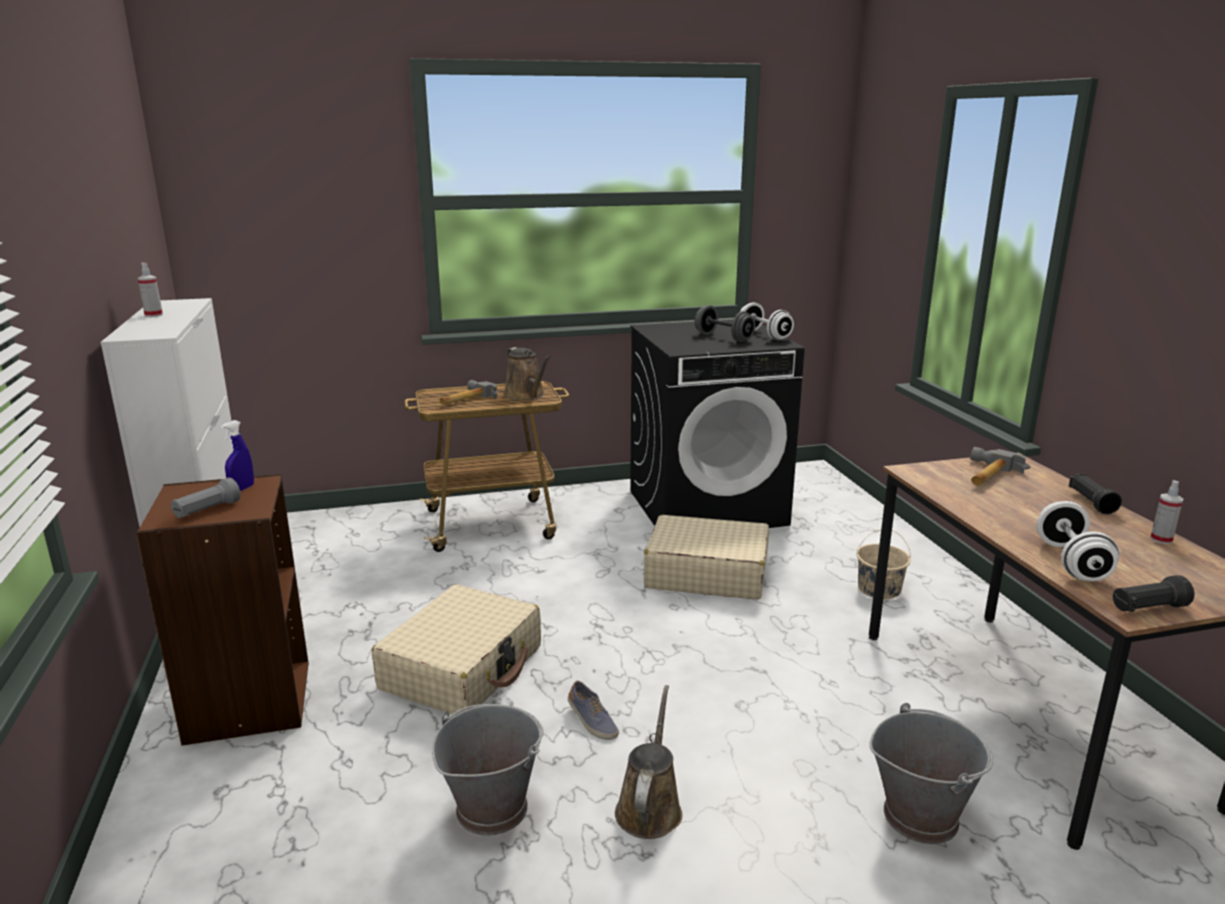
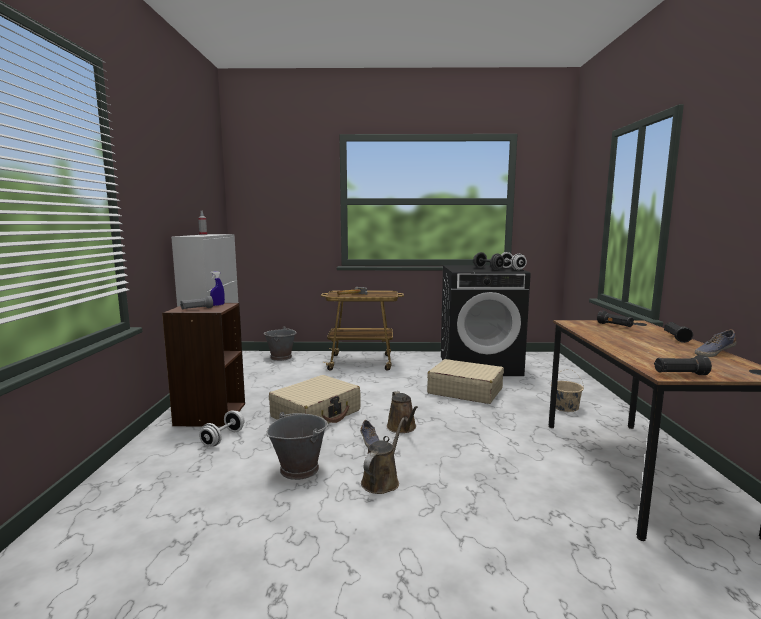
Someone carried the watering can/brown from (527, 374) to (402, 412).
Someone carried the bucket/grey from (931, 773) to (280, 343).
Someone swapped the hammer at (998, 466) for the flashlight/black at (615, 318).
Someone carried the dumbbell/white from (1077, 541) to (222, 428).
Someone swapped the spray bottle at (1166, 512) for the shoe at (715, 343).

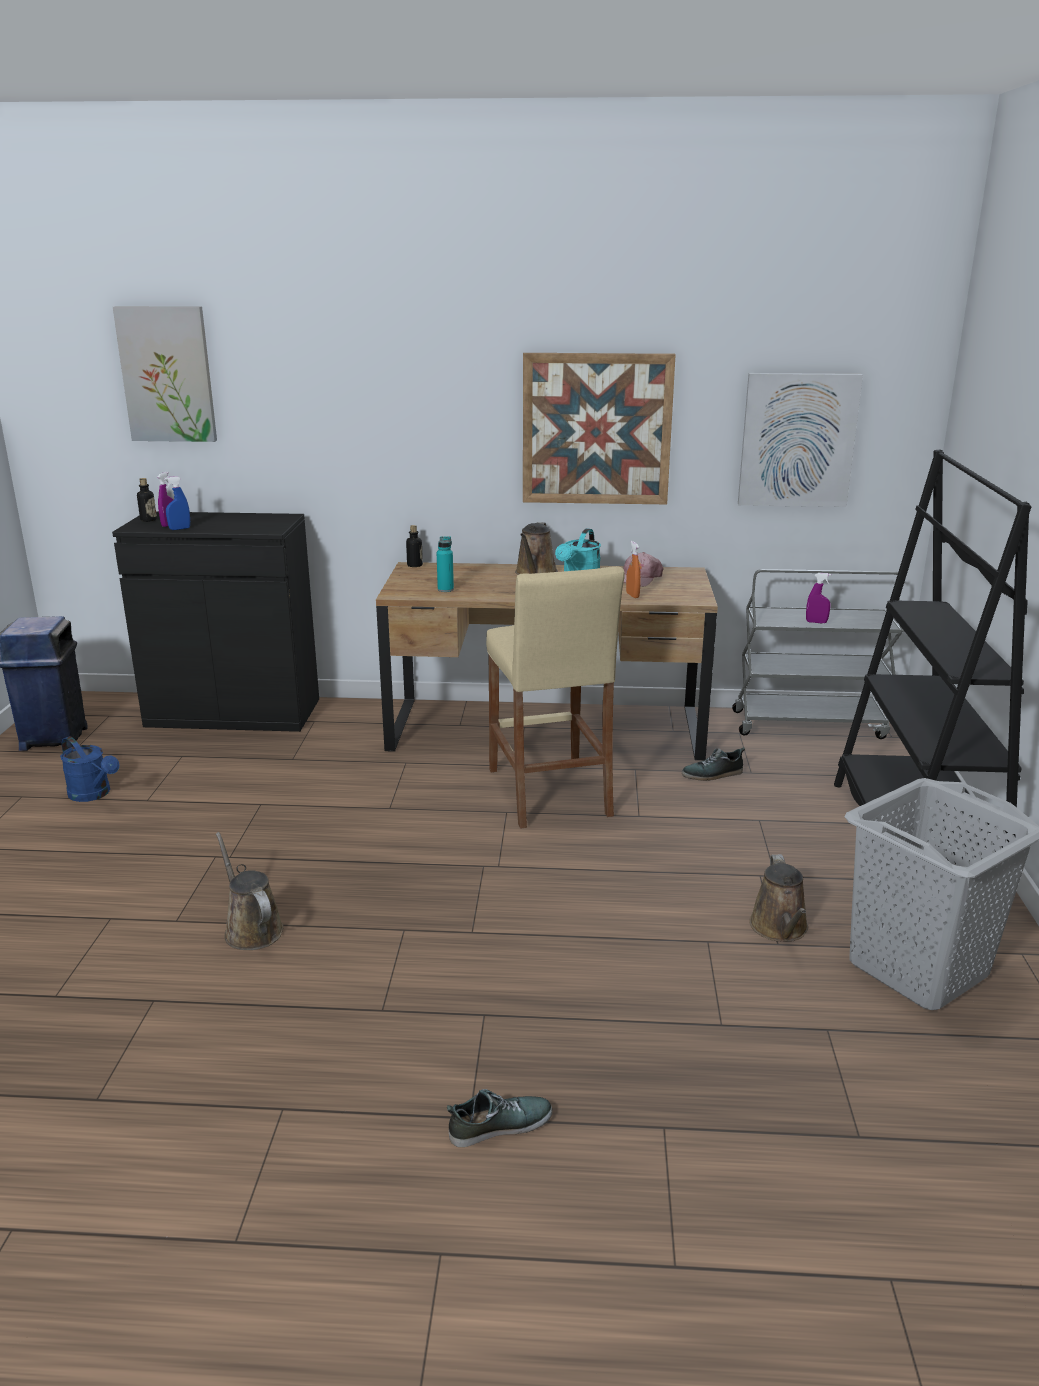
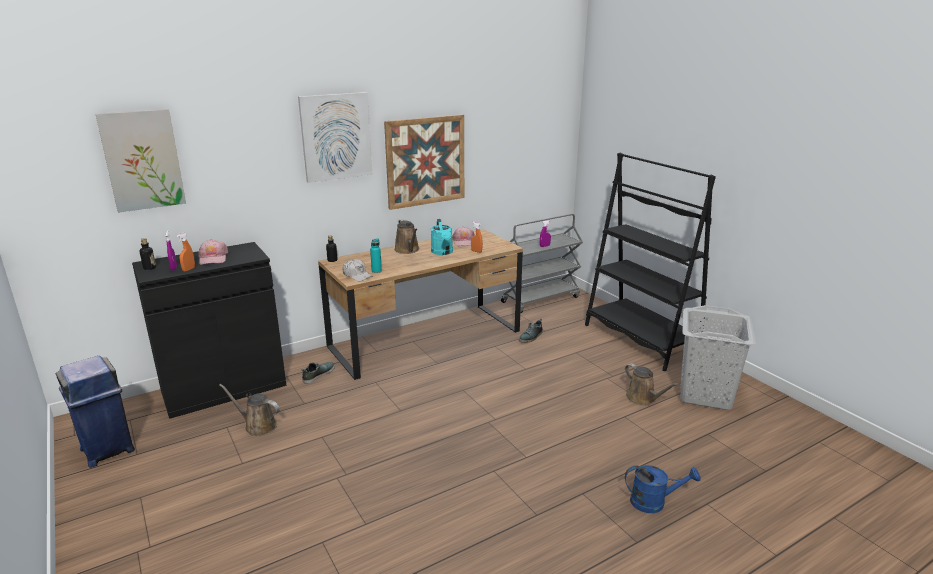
Someone carried the watering can/blue from (89, 769) to (663, 489).
Someone repainted the spray bottle/blue at (177, 503), which became the spray bottle/orange at (186, 252).
Someone carried the watering can/brown from (250, 891) to (249, 410).
Someone carried the shoe from (499, 1118) to (318, 373).
Someone took away the stool/beige at (555, 697).
Someone carried the picture from (800, 440) to (335, 137).
Someone put down the cap/pink at (213, 252).
Someone put down the cap/white at (358, 270).

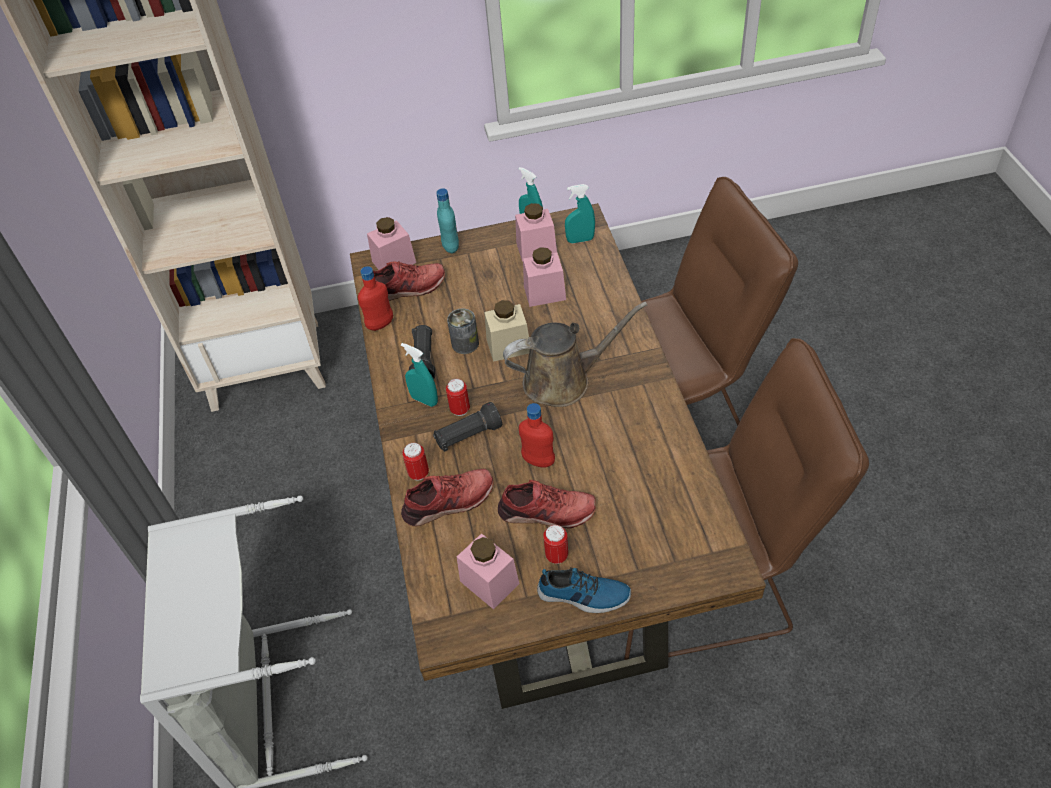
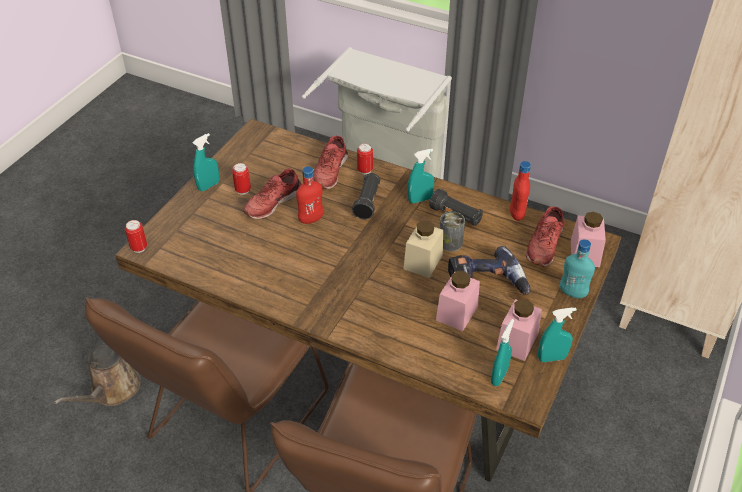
Someone carried the can from (458, 397) to (136, 236).
Someone took away the jar/pink at (488, 571).
Someone carried the watering can/brown from (575, 354) to (97, 374).
Someone swapped the shoe at (584, 590) for the spray bottle/turquoise at (206, 162).
Someone put down the power drill at (489, 270).

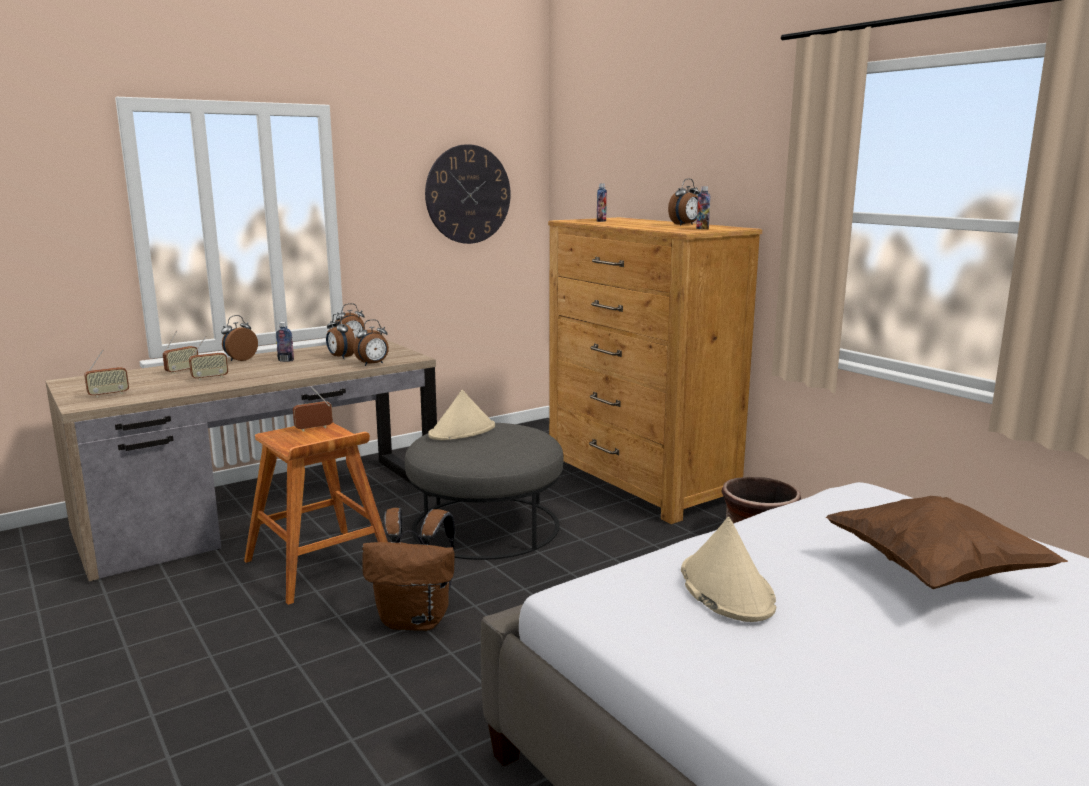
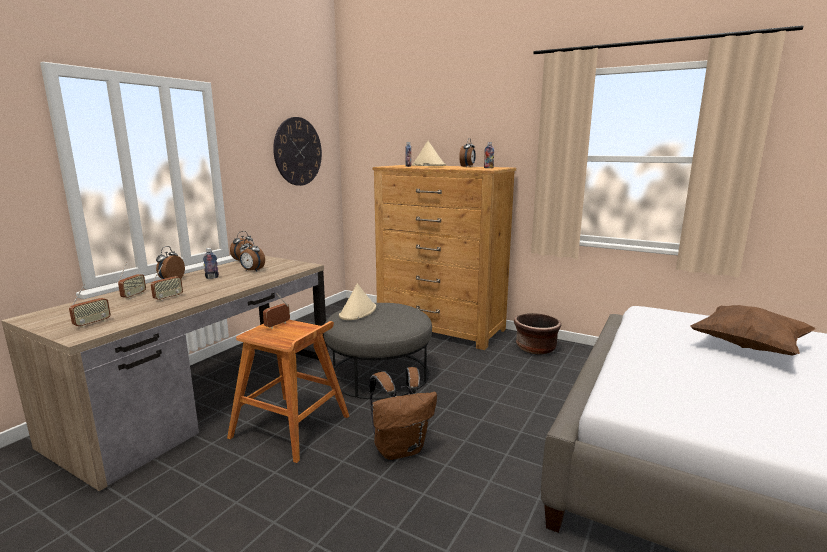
Someone took away the alarm clock at (371, 342).
Someone carried the hat/beige from (728, 569) to (429, 153).

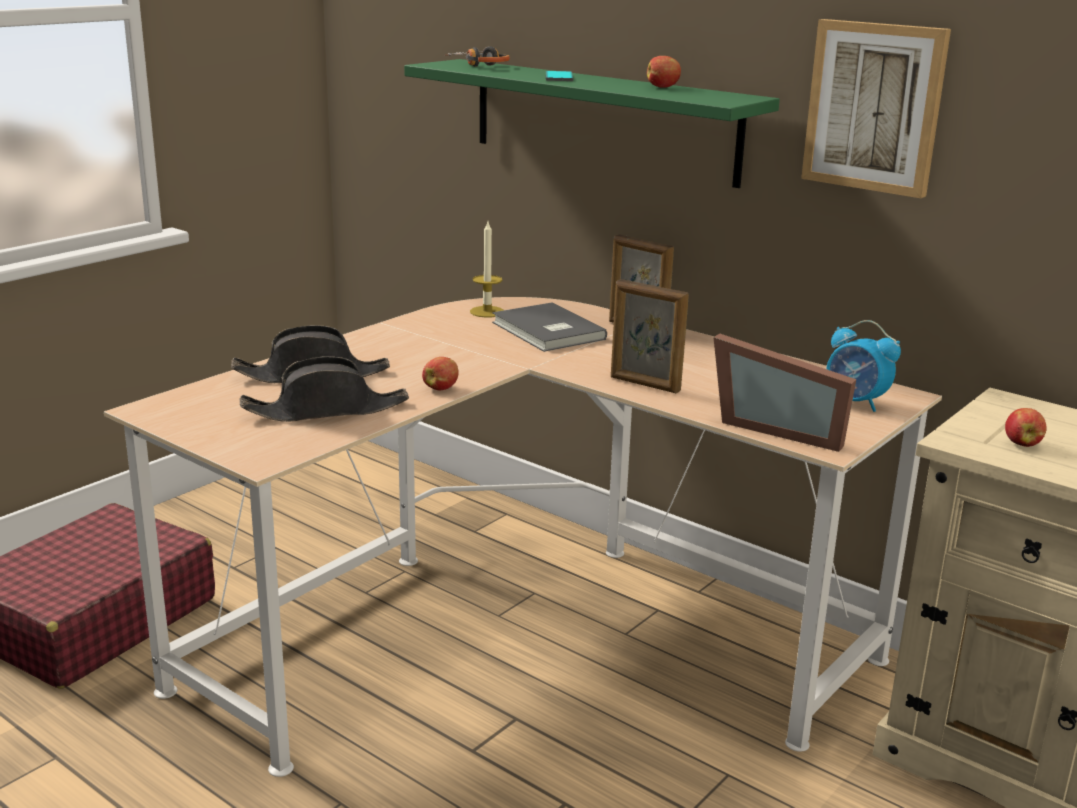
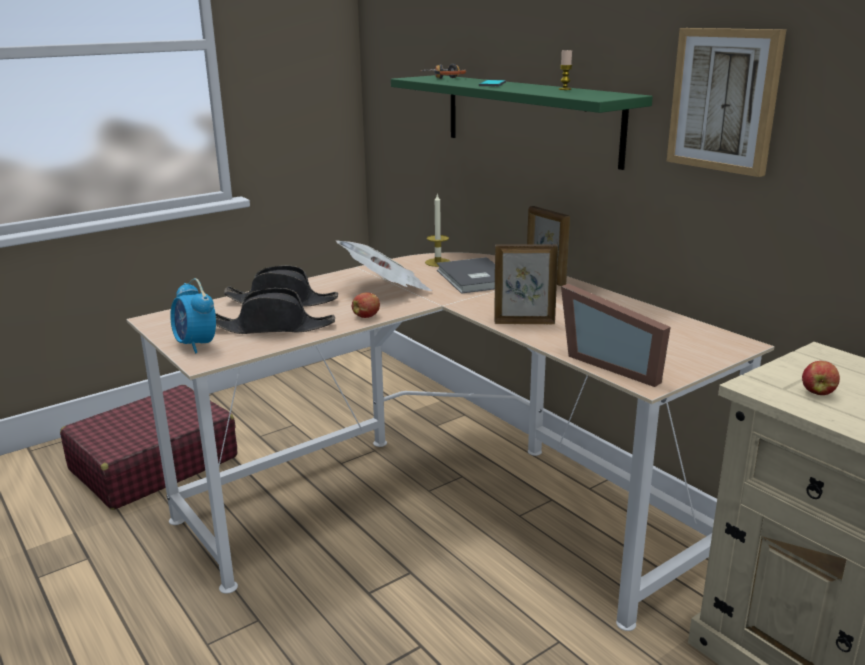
Someone rotated the picture frame at (650, 336) by 135 degrees clockwise.
Someone swapped the apple at (664, 72) for the candle at (565, 70).
Someone carried the alarm clock from (864, 366) to (193, 316).
Someone put down the newspaper at (384, 266).

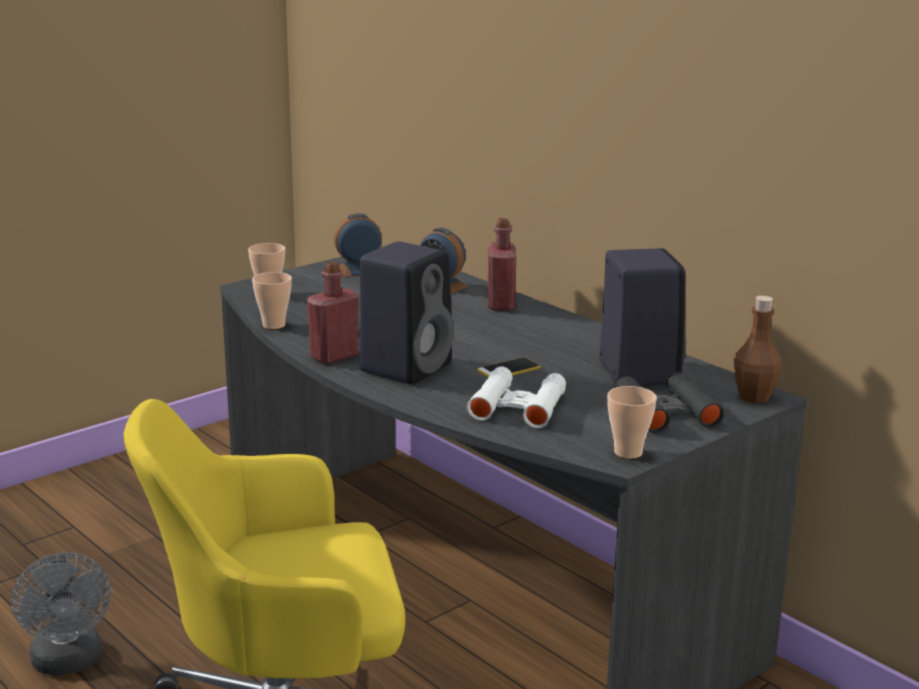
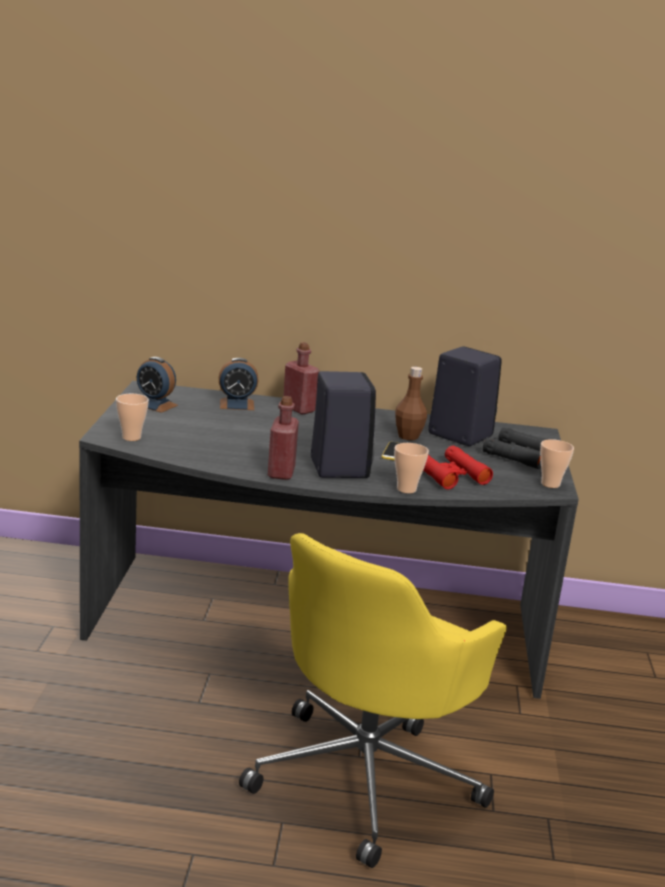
Someone took away the fan/grey at (61, 614).
Someone carried the cup from (272, 300) to (411, 468).
Someone rotated the alarm clock at (358, 245) by 90 degrees counterclockwise.
Someone repainted the binoculars/white at (516, 397), which became the binoculars/red at (458, 467).
Someone carried the bottle/brown from (758, 349) to (411, 403).

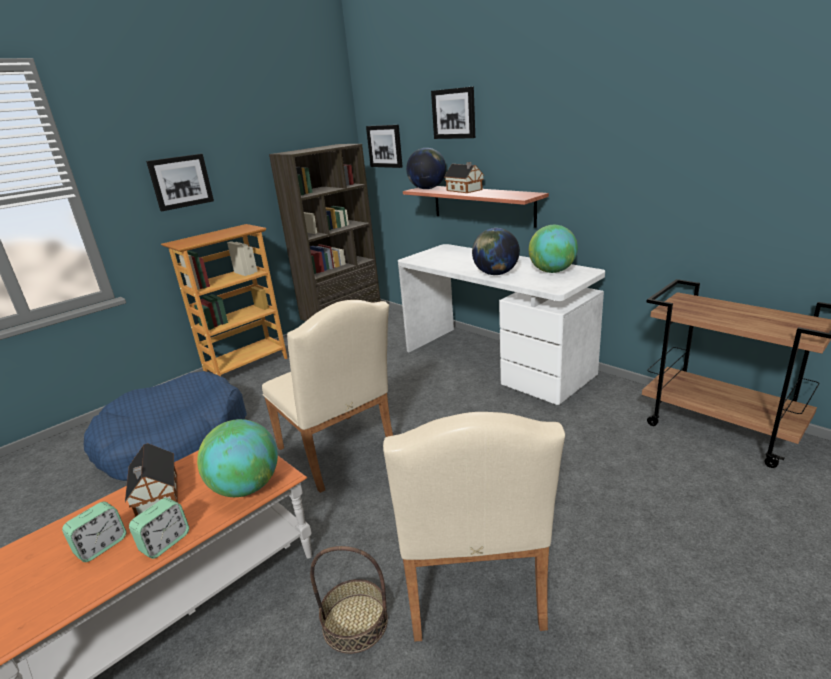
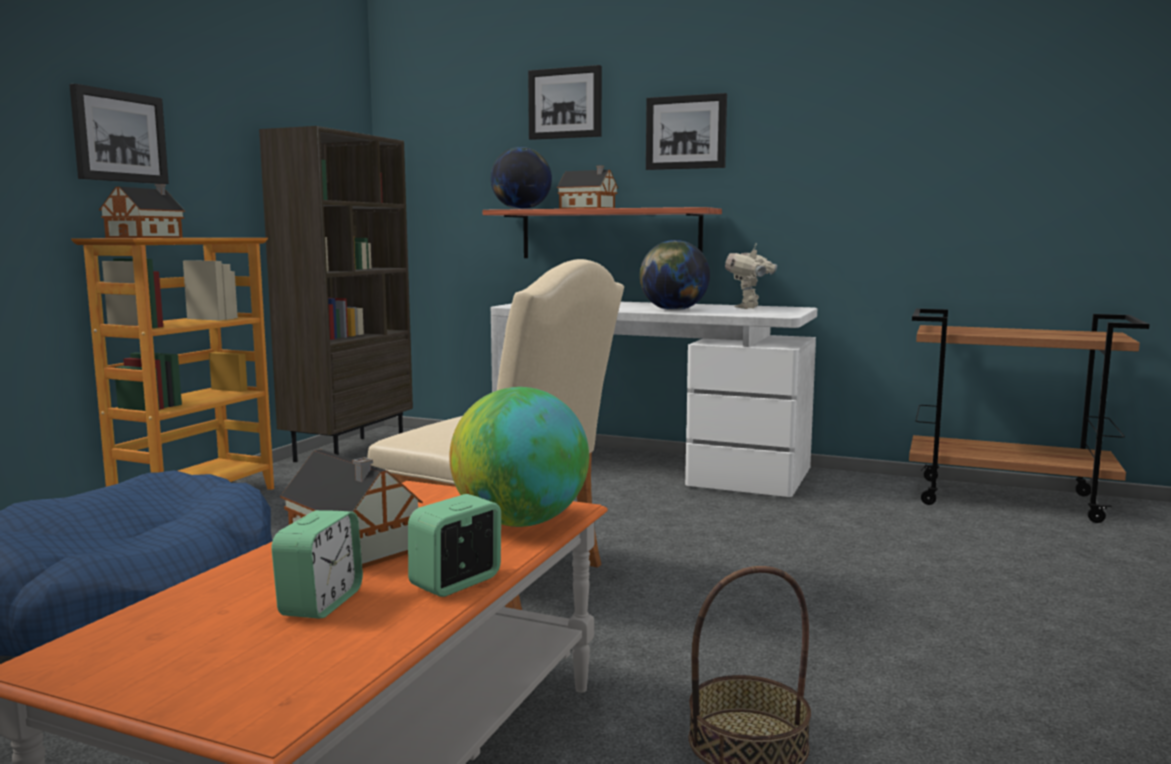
Someone rotated the alarm clock at (159, 528) by 150 degrees counterclockwise.
Someone carried the picture from (384, 146) to (686, 131).
Someone took away the chair/beige at (474, 526).
Someone swapped the globe at (553, 249) for the toy robot at (751, 276).
Someone put down the toy house at (142, 211).

